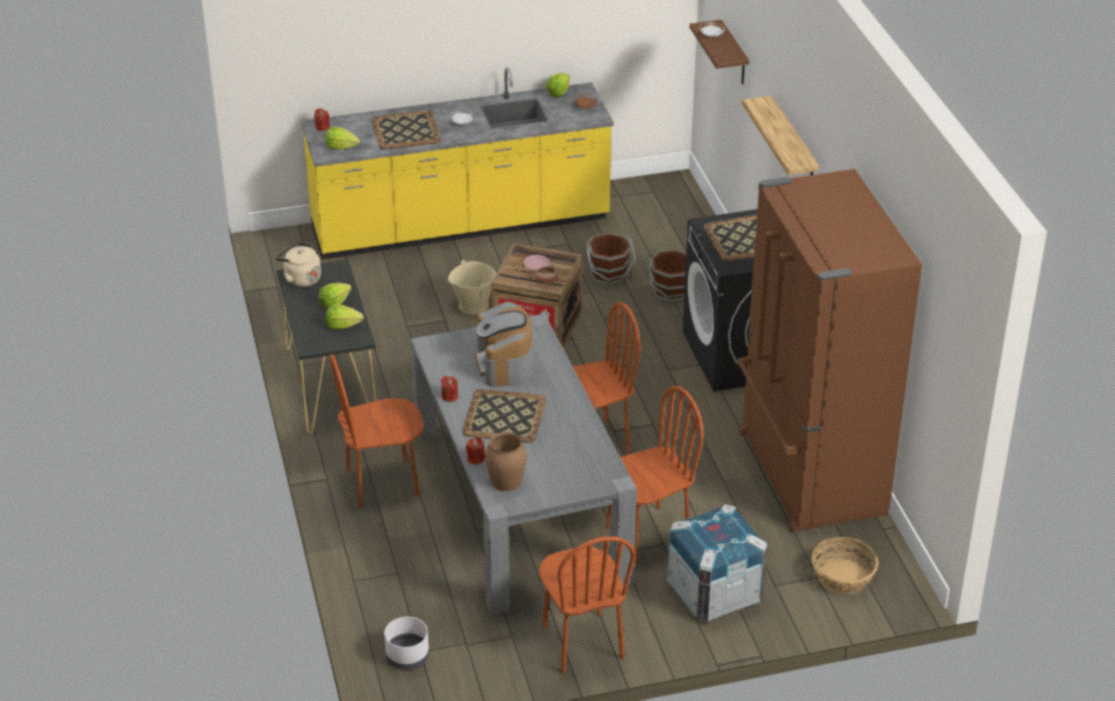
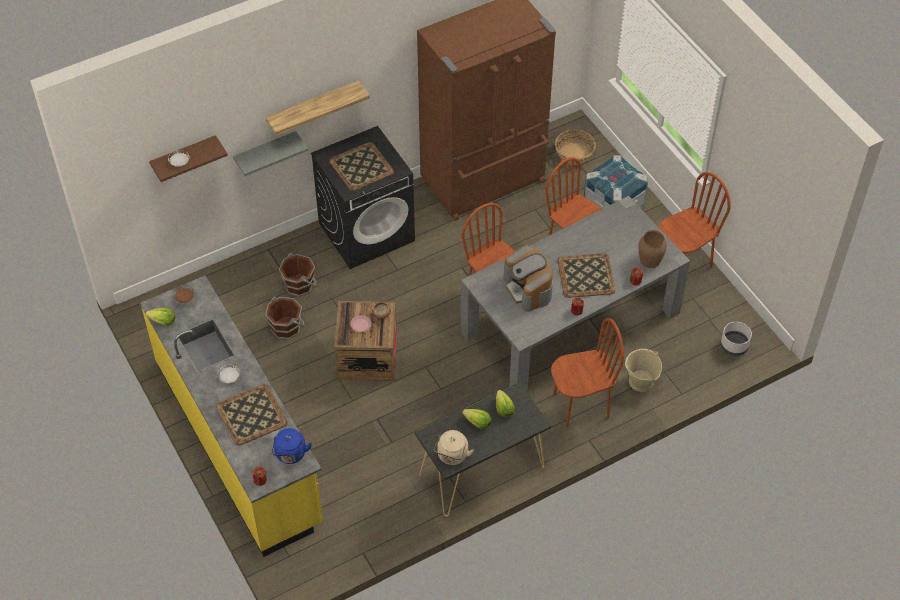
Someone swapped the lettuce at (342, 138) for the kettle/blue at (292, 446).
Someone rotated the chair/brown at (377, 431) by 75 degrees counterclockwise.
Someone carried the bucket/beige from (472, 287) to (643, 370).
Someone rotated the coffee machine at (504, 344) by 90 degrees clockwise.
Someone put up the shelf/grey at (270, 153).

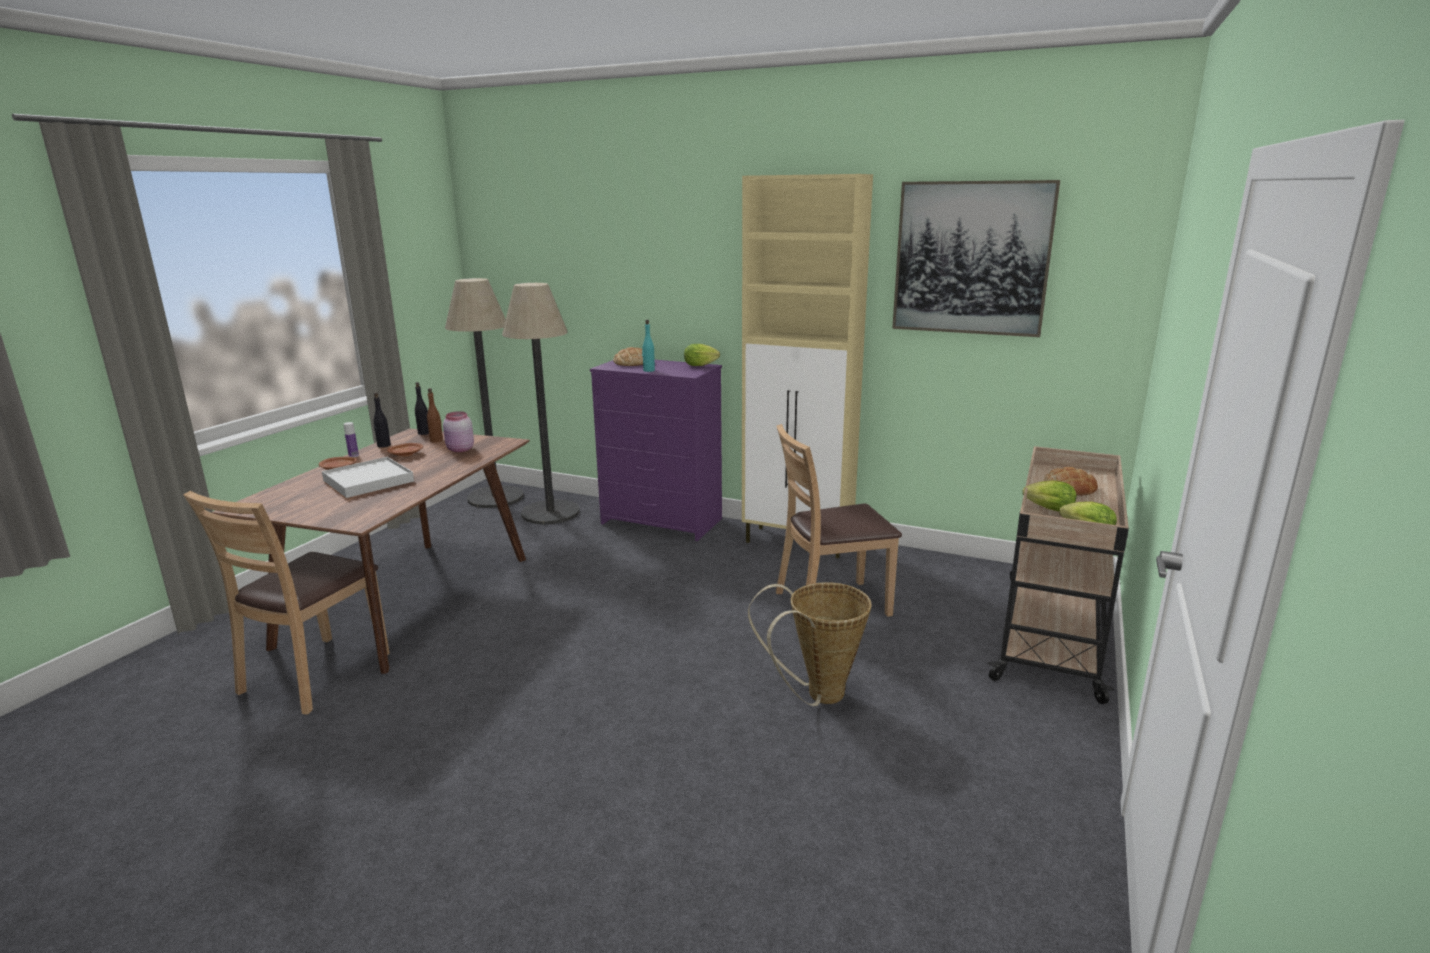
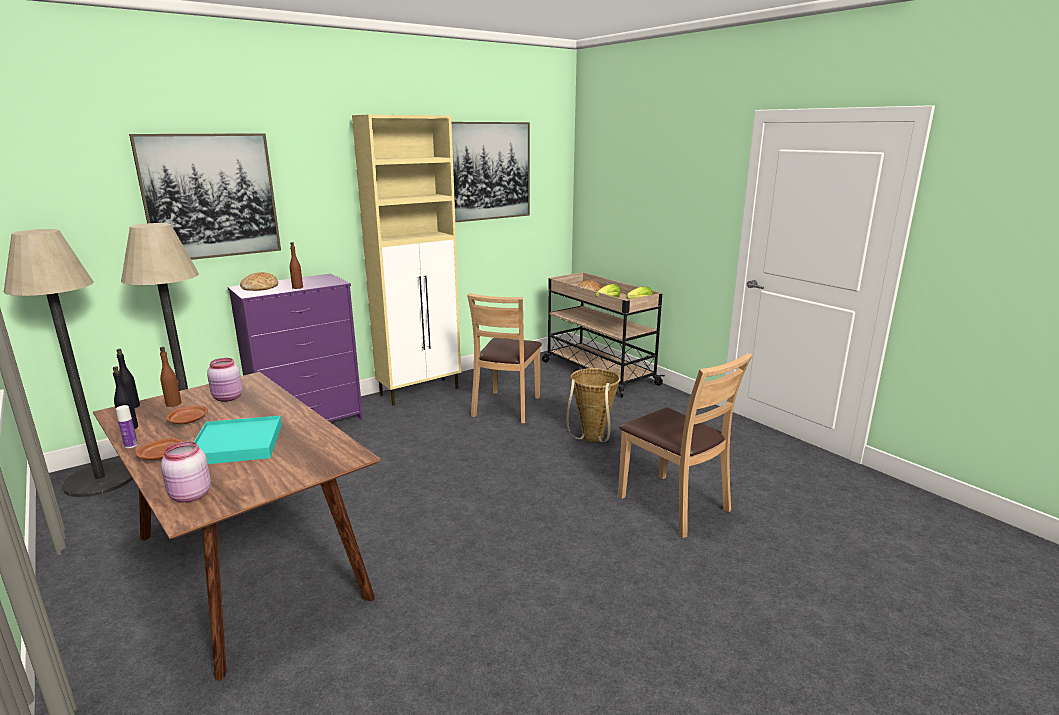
Someone carried the chair/brown from (286, 603) to (685, 445).
Someone repainted the tray/white at (368, 477), which became the tray/turquoise at (238, 440).
Someone repainted the bottle/turquoise at (648, 346), which became the bottle/brown at (296, 265).
Someone took away the lettuce at (702, 355).
Someone put up the picture at (205, 196).
Someone put down the jar/pink at (186, 471).

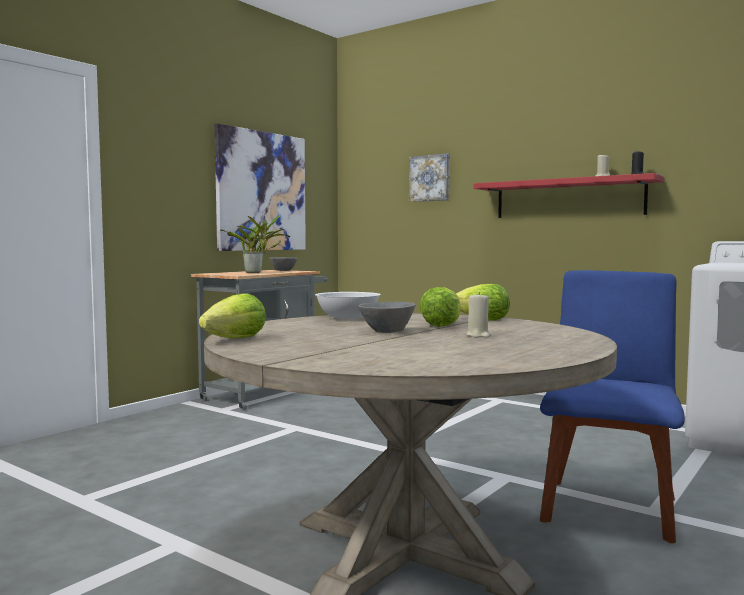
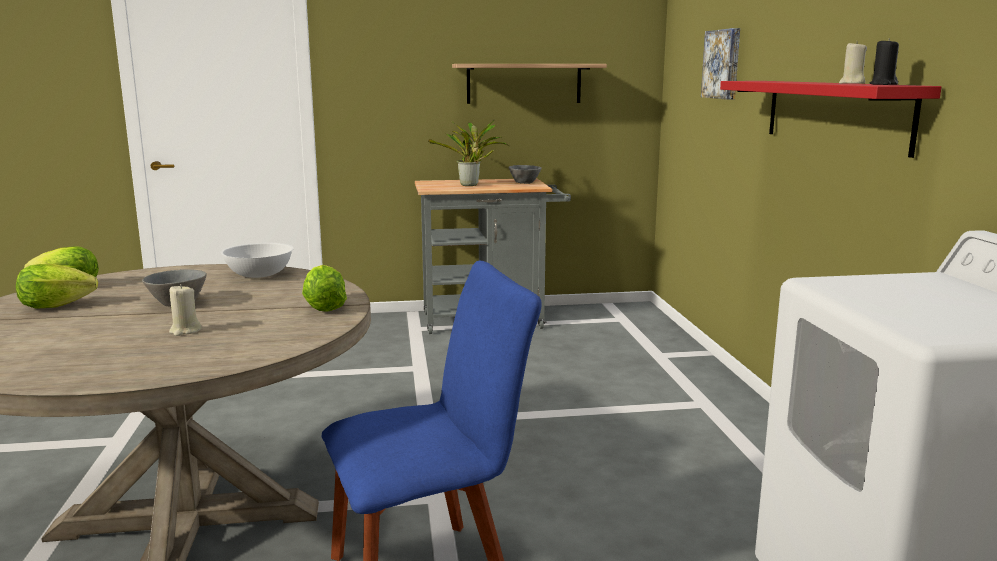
Someone swapped the picture at (260, 187) for the shelf at (529, 84).
Someone carried the lettuce from (440, 307) to (57, 286).

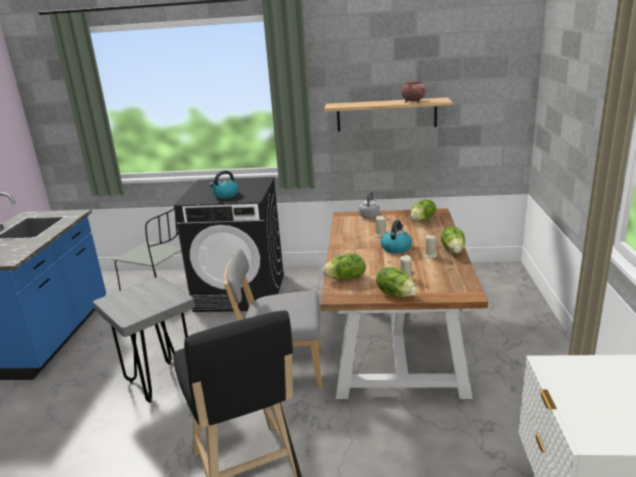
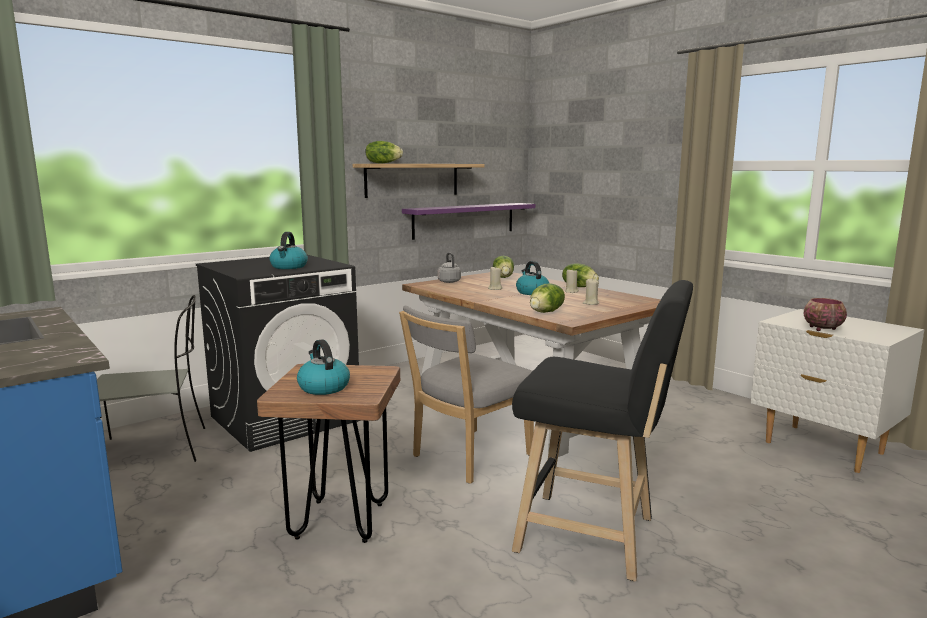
Someone repainted the stool/grey at (144, 339), which became the stool/brown at (328, 453).
Someone carried the lettuce from (396, 282) to (384, 152).
Someone carried the bowl from (413, 92) to (825, 314).
Someone put down the kettle at (323, 367).
Someone put up the shelf/purple at (468, 221).

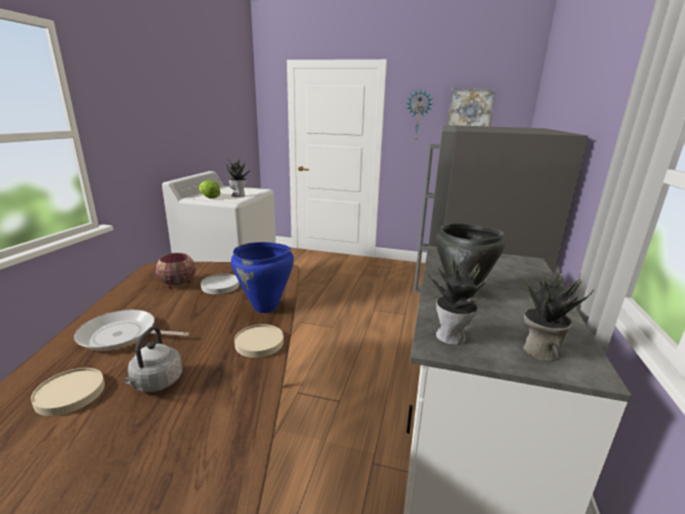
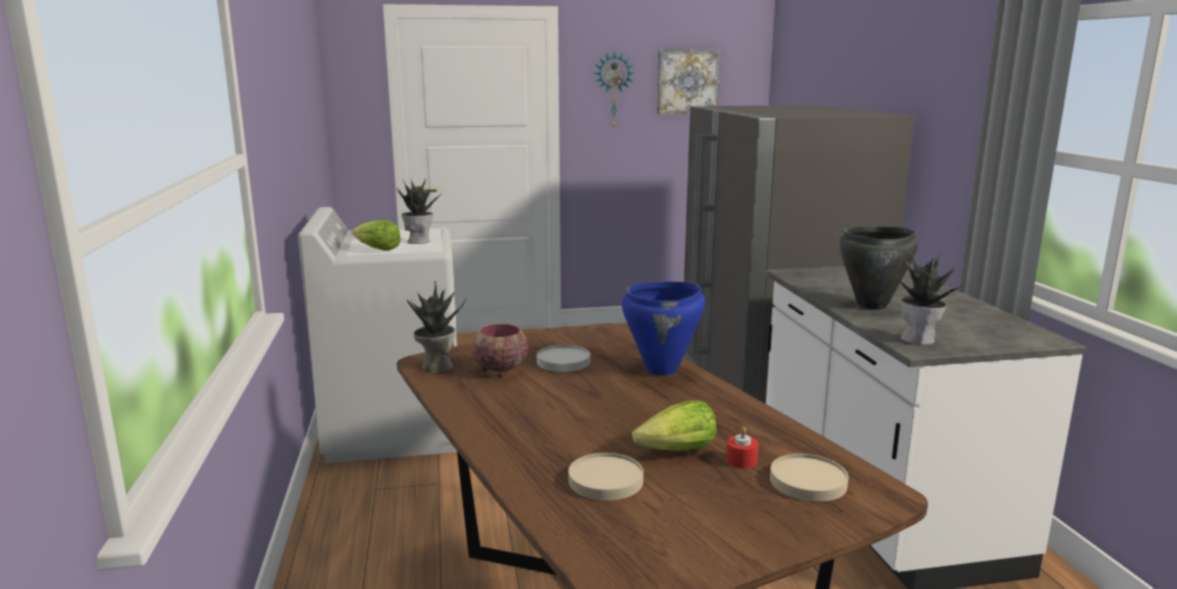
Someone took away the frying pan at (131, 330).
Someone swapped the kettle/grey at (152, 359) for the lettuce at (674, 425).
Someone carried the plate/beige from (259, 341) to (809, 478).
Someone carried the potted plant from (558, 314) to (436, 327).
Someone put down the candle/red at (742, 447).

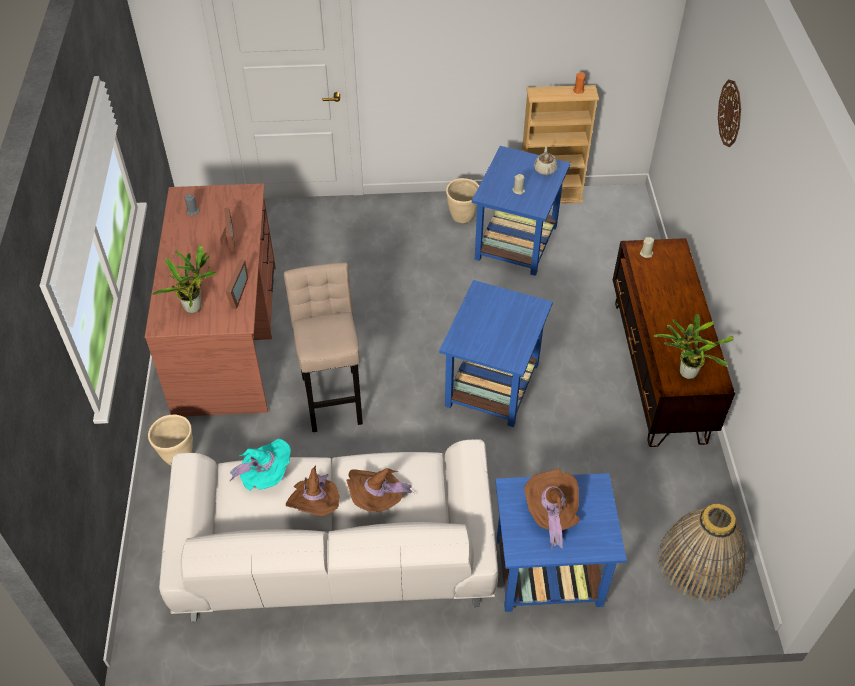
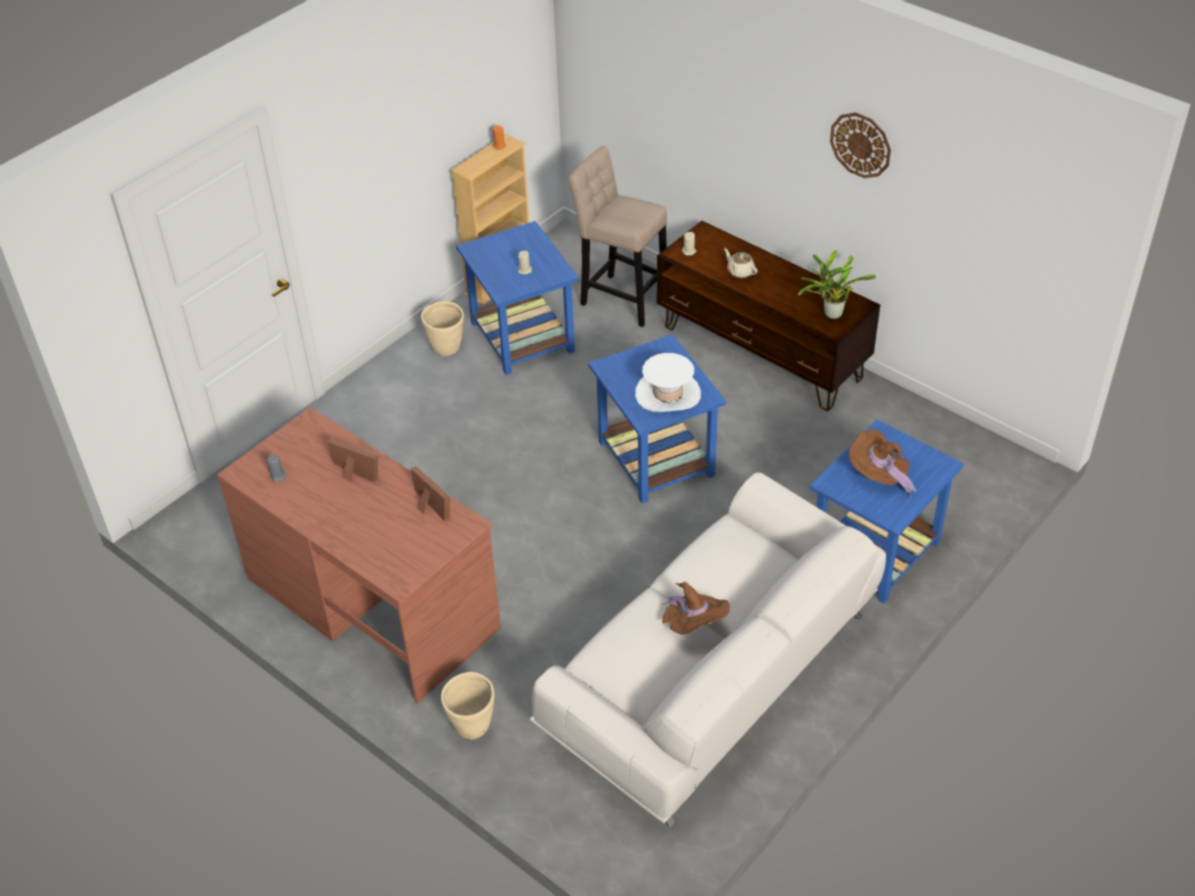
Someone took away the potted plant at (184, 279).
Someone took away the hat/turquoise at (260, 465).
Someone carried the stool/beige from (323, 347) to (617, 236).
Someone took away the hat/brown at (380, 490).
Someone carried the teapot/beige from (545, 160) to (740, 263).
Someone took away the basket at (702, 553).
Someone carried the wall clock from (729, 113) to (860, 145).
Someone put down the hat/white at (668, 382).

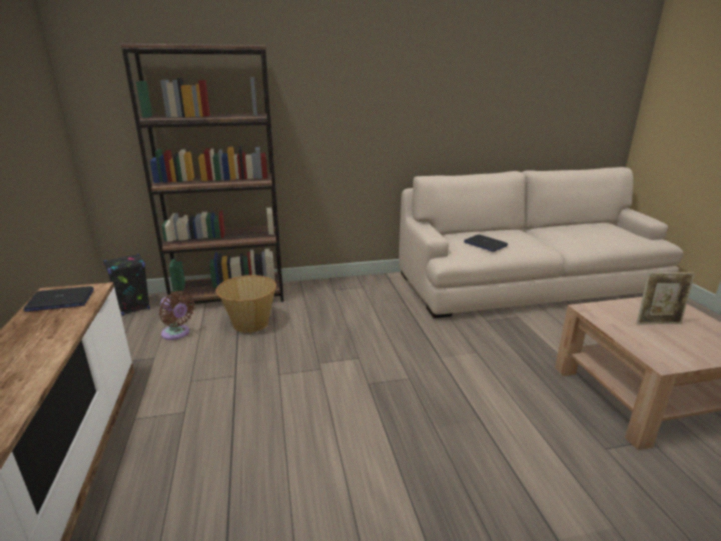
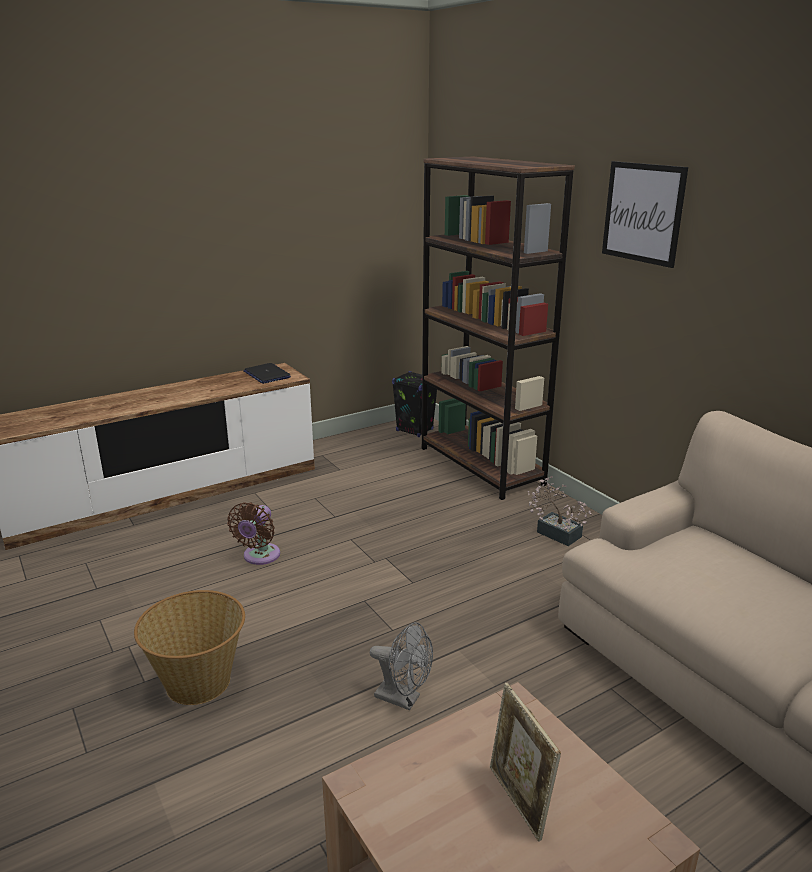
Someone carried the fan/brown from (177, 315) to (253, 533).
Someone carried the basket from (246, 304) to (189, 647).
Someone took away the laptop at (486, 243).
Someone put down the fan/grey at (401, 666).
Someone put down the potted plant at (560, 511).
Someone put up the picture at (645, 214).

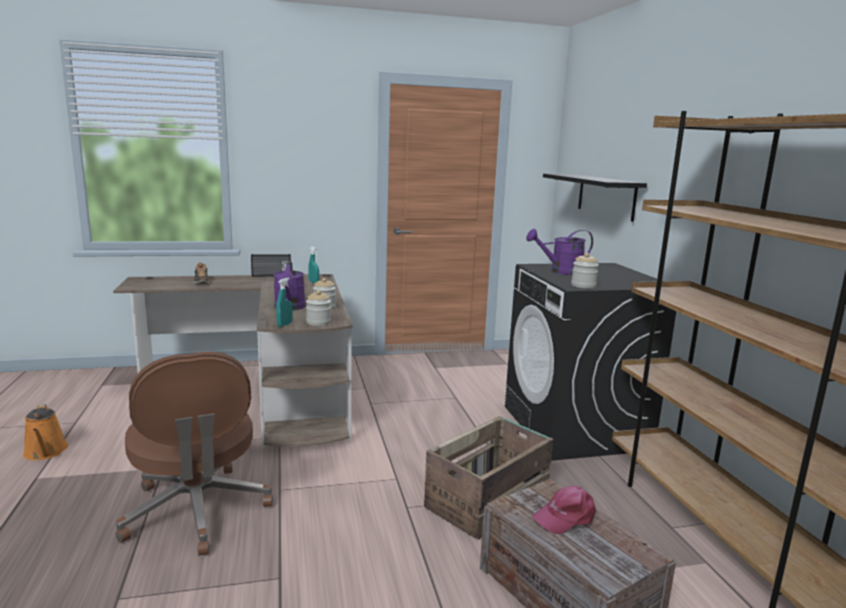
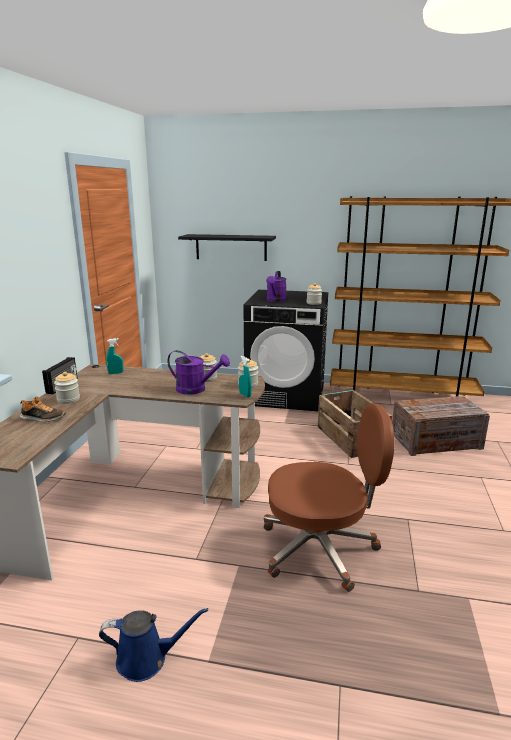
Someone repainted the watering can/orange at (45, 432), which became the watering can/blue at (153, 645).
Someone took away the cap/pink at (564, 510).
Someone put down the jar at (67, 388).

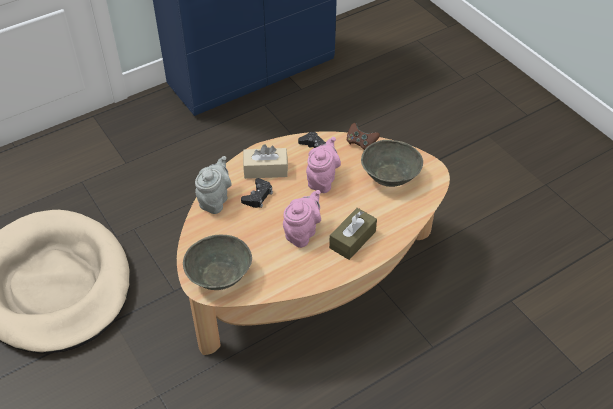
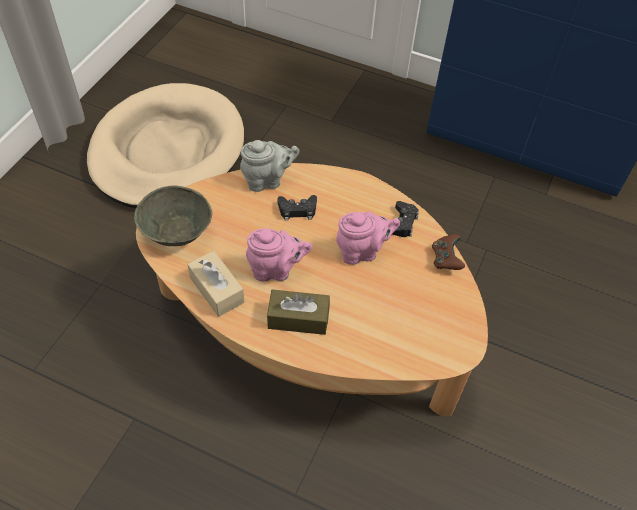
Someone carried the tissue box/beige from (265, 161) to (216, 284).
Someone took away the bowl/grey at (392, 163).

